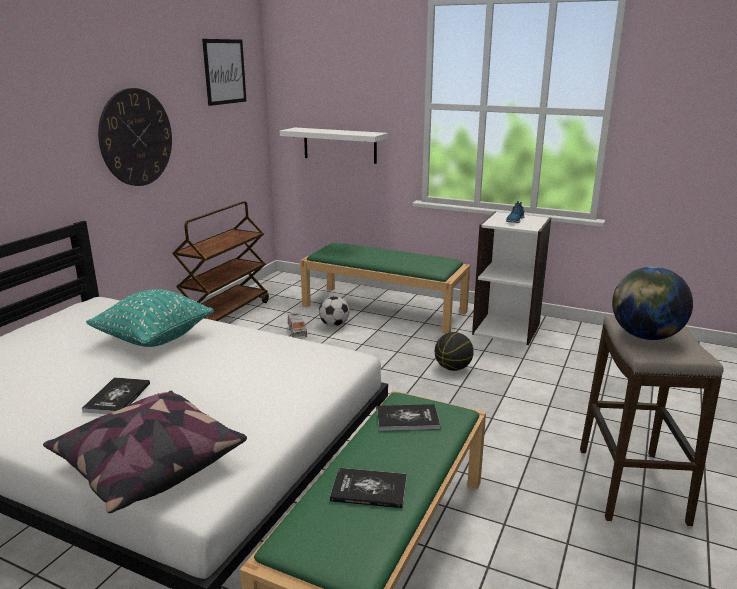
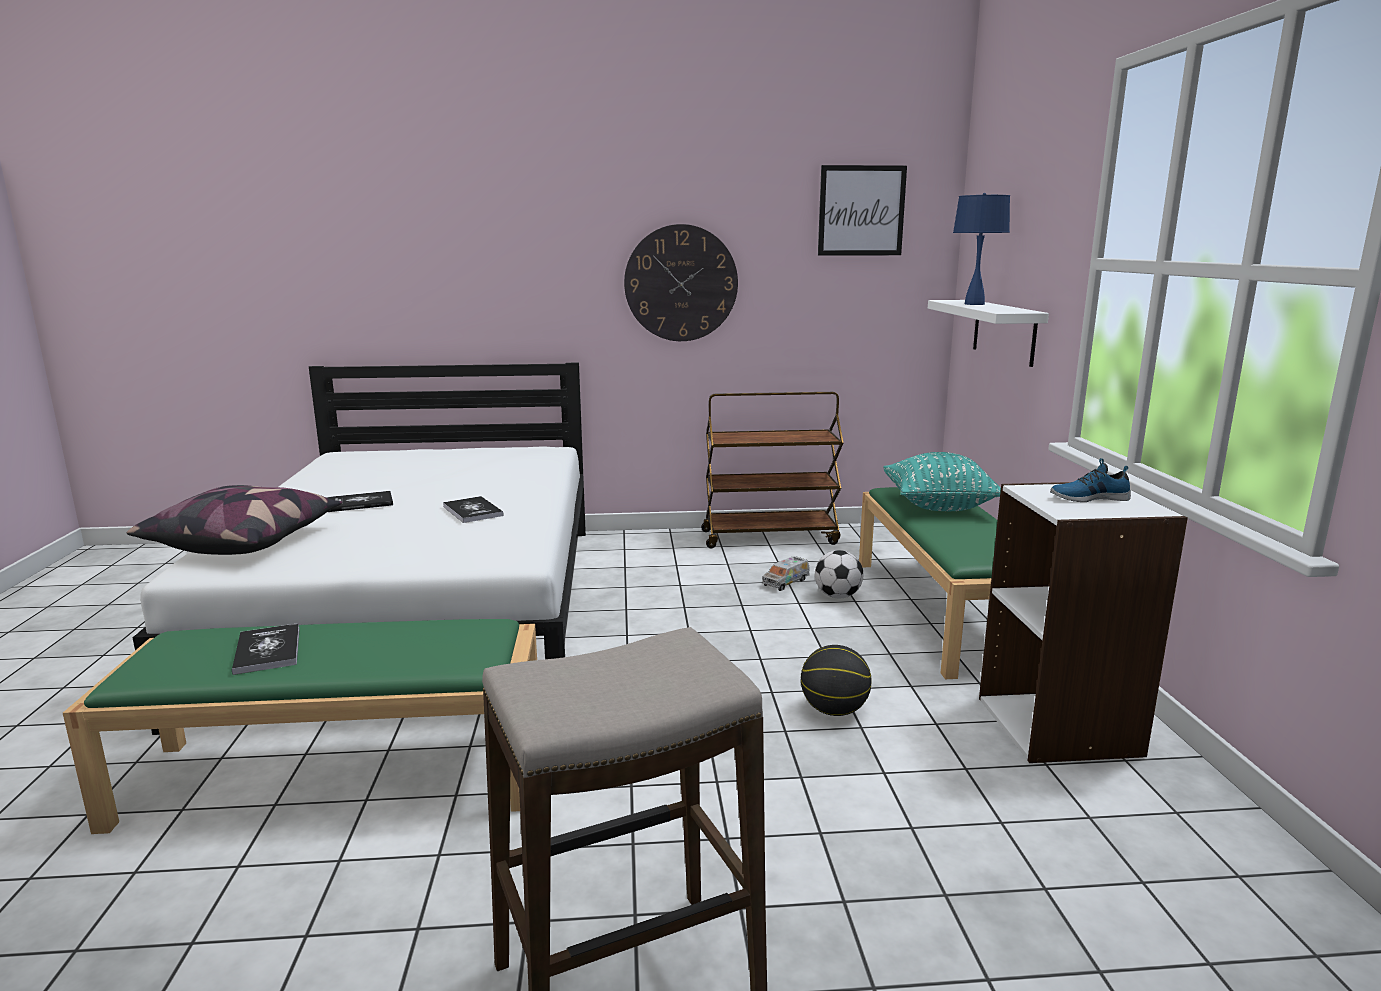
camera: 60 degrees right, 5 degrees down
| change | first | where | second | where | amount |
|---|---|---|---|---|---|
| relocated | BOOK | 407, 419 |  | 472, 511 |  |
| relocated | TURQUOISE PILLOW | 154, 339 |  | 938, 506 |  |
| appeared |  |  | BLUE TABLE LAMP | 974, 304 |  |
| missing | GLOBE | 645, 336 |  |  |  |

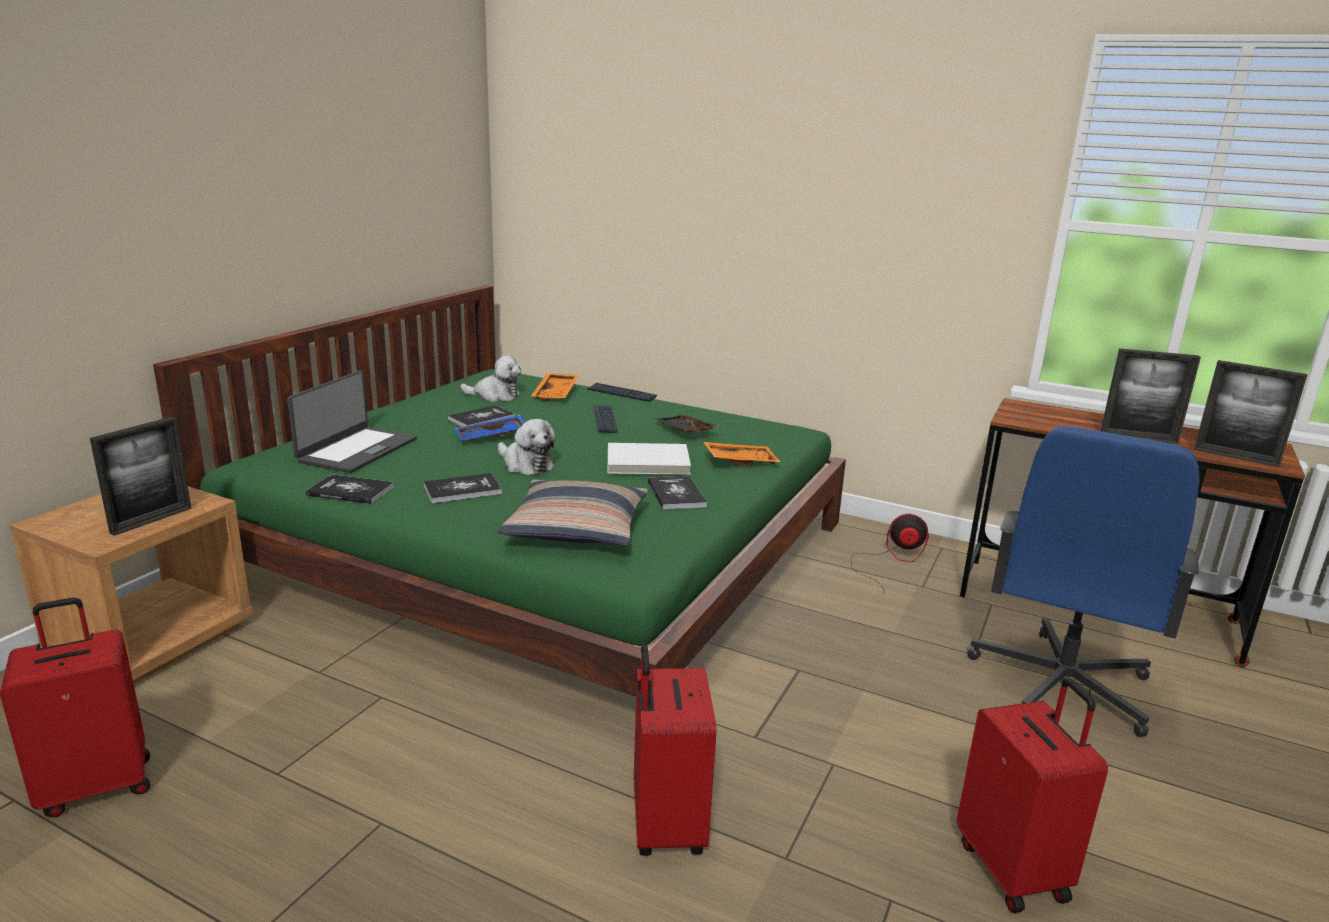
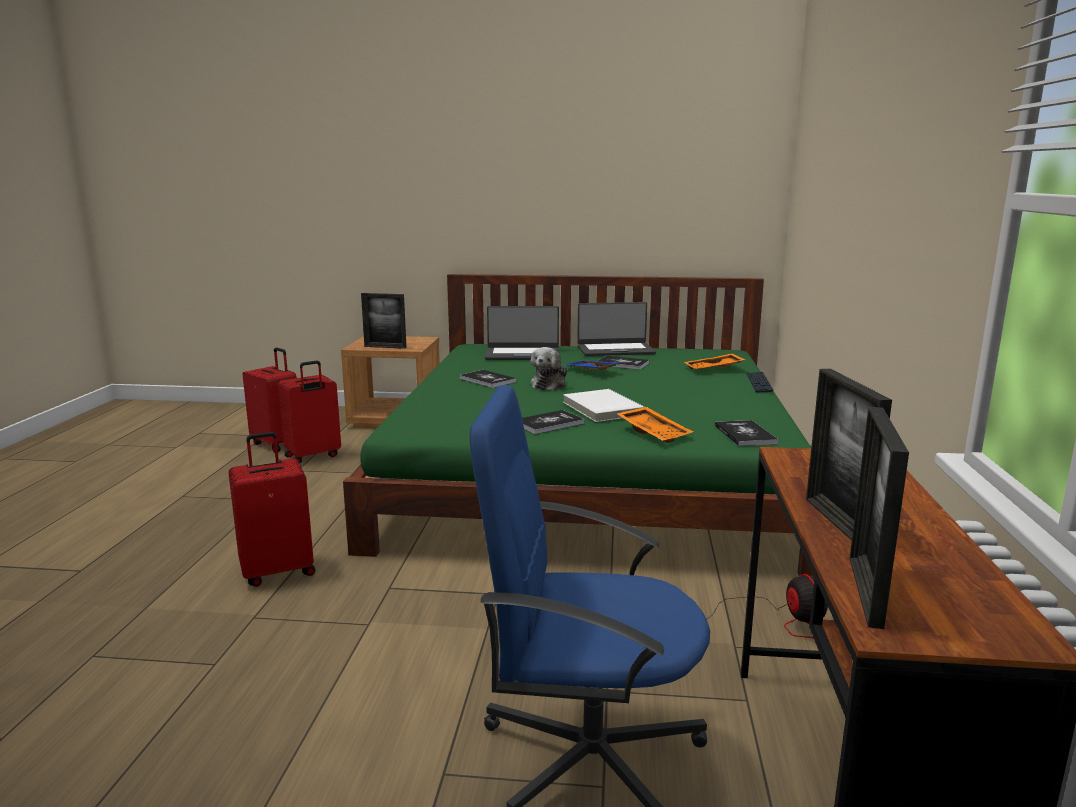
camera: 70 degrees right, 5 degrees down
| change | first | where | second | where | amount |
|---|---|---|---|---|---|
| relocated | RED SUITCASE | 1014, 869 |  | 313, 456 |  |
| appeared |  |  | LAPTOP | 615, 350 |  |
| relocated | BOOK | 350, 491 |  | 745, 434 |  |
| missing | PLUSH TOY | 495, 396 |  |  |  |
| missing | PILLOW | 576, 528 |  |  |  |
| missing | KEYBOARD | 604, 420 |  |  |  |
| missing | BLACK TRAY | 684, 431 |  |  |  |

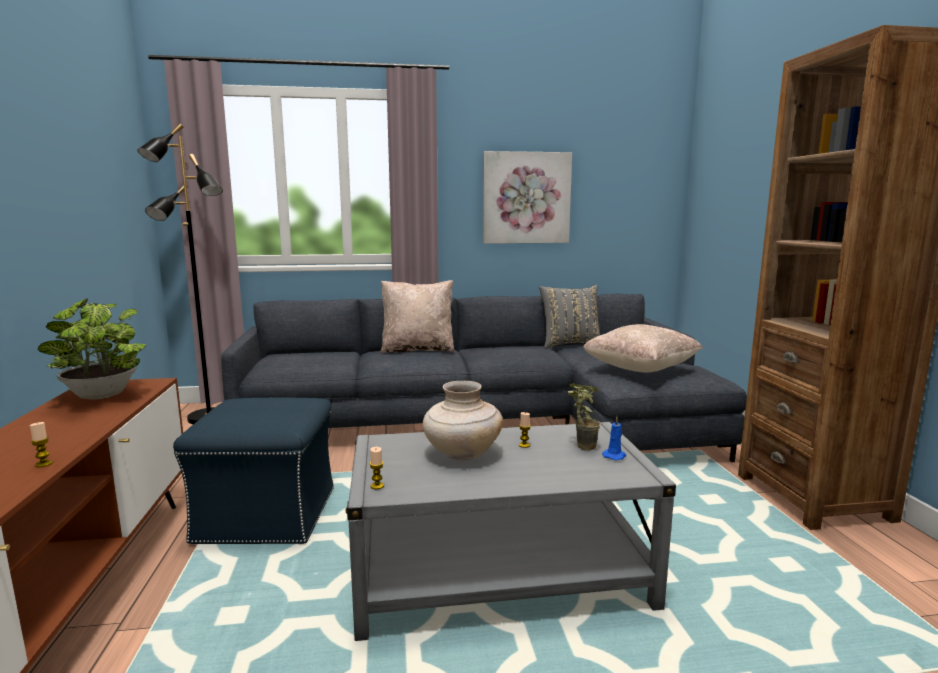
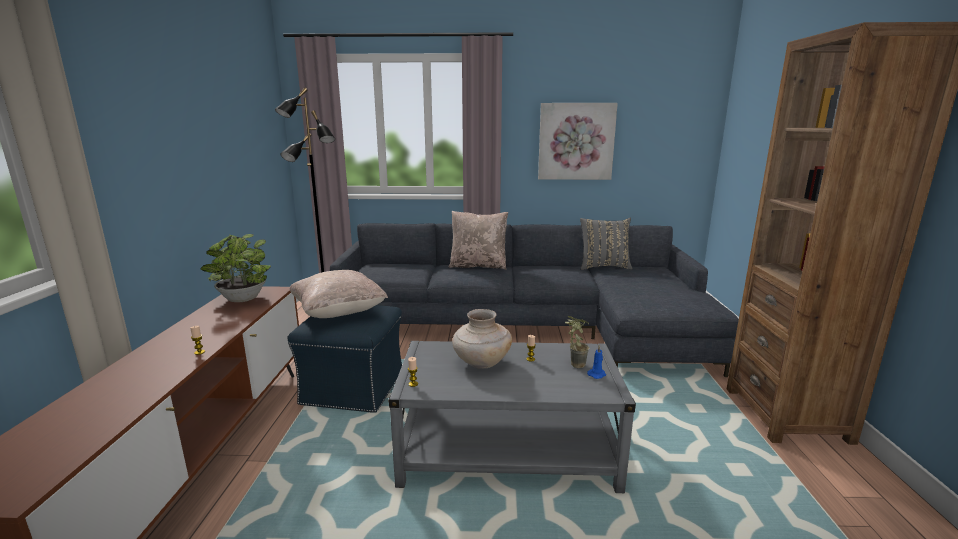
camera: 10 degrees right, 5 degrees up
| change | first | where | second | where | amount |
|---|---|---|---|---|---|
| relocated | BEIGE PILLOW | 640, 370 |  | 339, 313 |  |

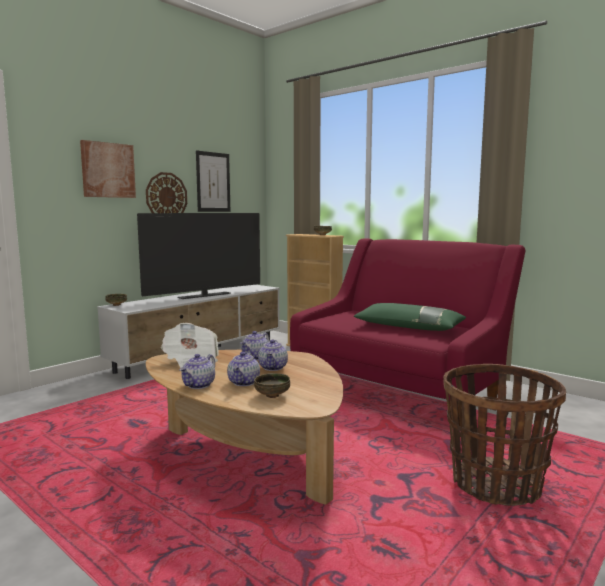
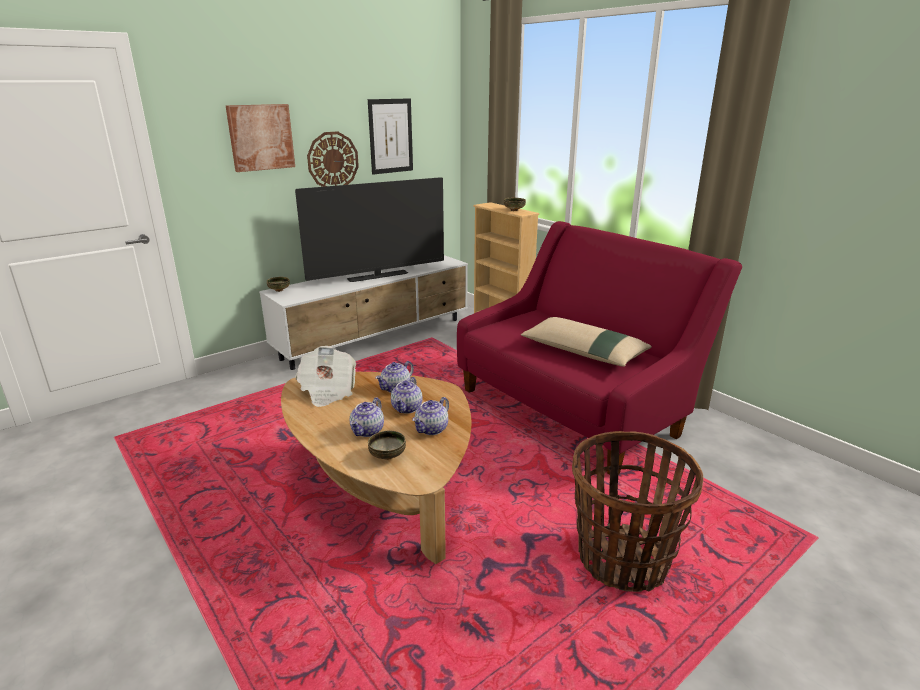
camera: 10 degrees right, 15 degrees up
| change | first | where | second | where | amount |
|---|---|---|---|---|---|
| relocated | TEAPOT | 199, 385 |  | 432, 429 |  |
| colour | GREEN PILLOW | 409, 327 | BEIGE PILLOW | 583, 352 |  |

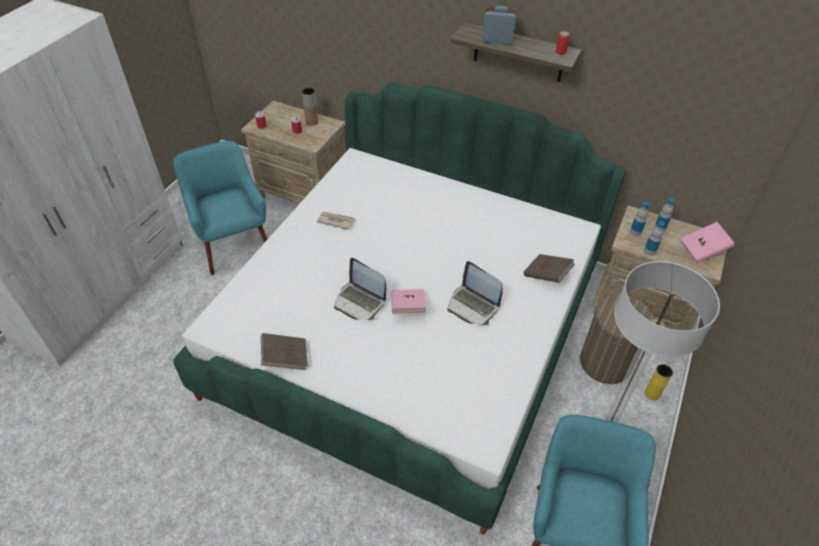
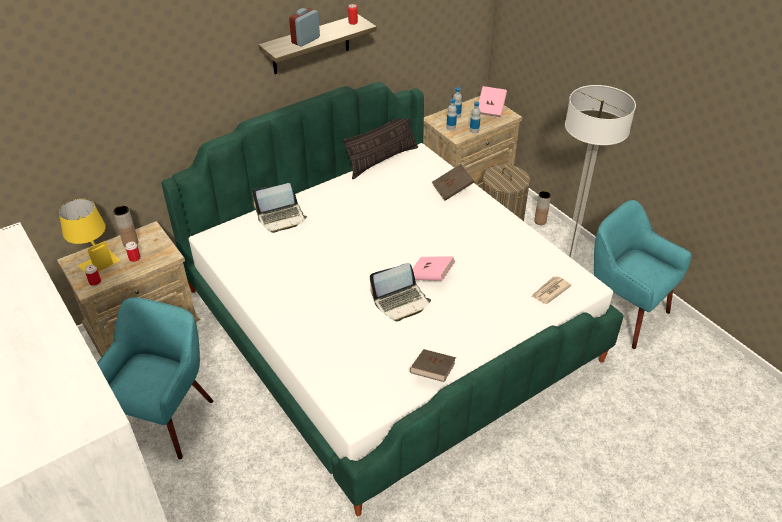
camera: 60 degrees left, 5 degrees down
| change | first | where | second | where | amount |
|---|---|---|---|---|---|
| appeared |  |  | YELLOW TABLE LAMP | 95, 259 |  |
| spun | TURQUOISE ARMCHAIR | 234, 245 |  | 165, 418 | 105 degrees clockwise |
| relocated | LAPTOP | 473, 305 |  | 281, 218 |  |
| appeared |  |  | PILLOW | 382, 160 |  |
| relocated | NEWSPAPER | 336, 221 |  | 550, 291 |  |
| colour | YELLOW VASE | 652, 394 | BROWN VASE | 540, 221 |  |

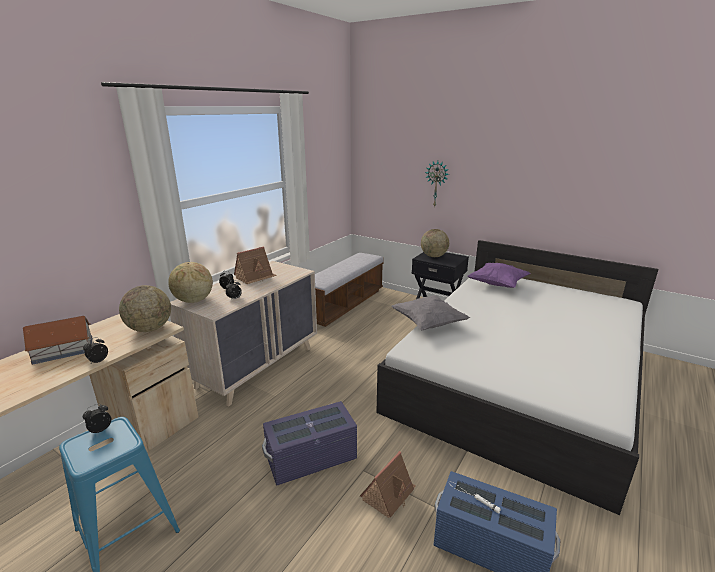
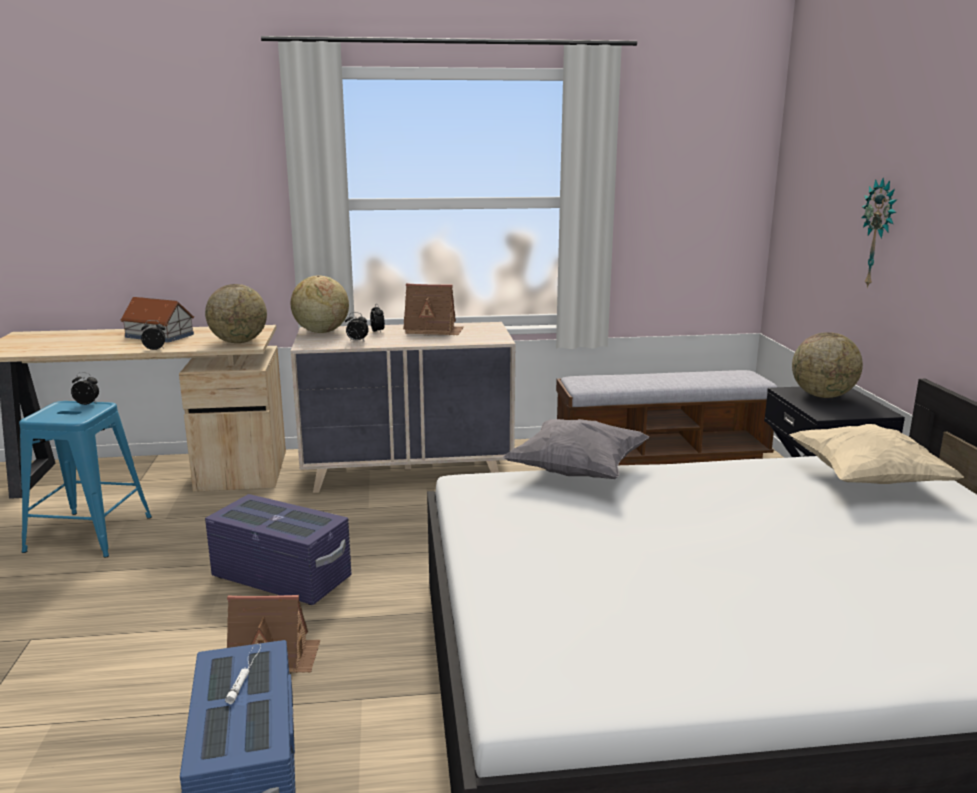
camera: 50 degrees right, 5 degrees down
| change | first | where | second | where | amount |
|---|---|---|---|---|---|
| colour | PURPLE PILLOW | 497, 285 | BEIGE PILLOW | 867, 480 |  |

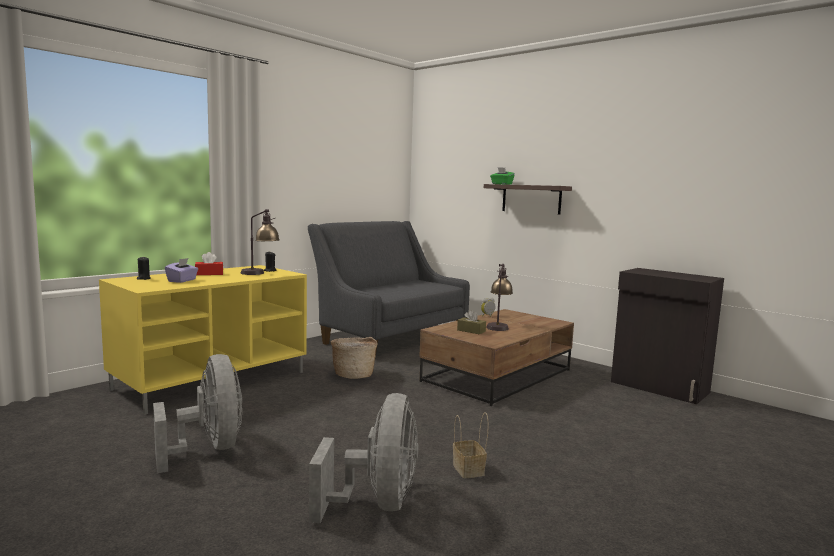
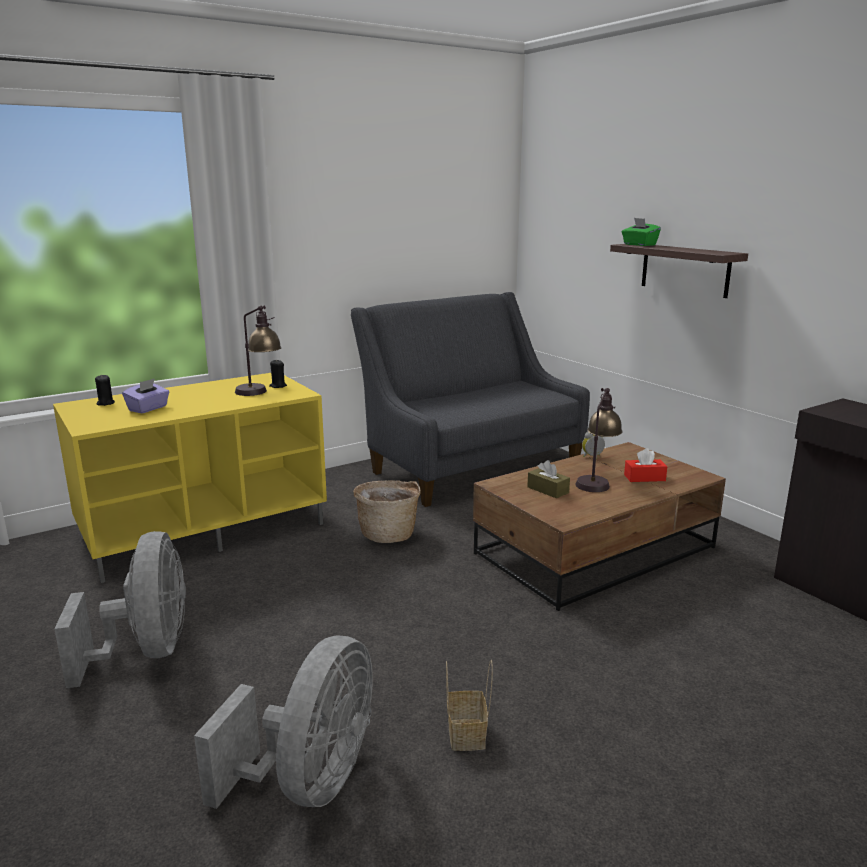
camera: 15 degrees right, 10 degrees up
| change | first | where | second | where | amount |
|---|---|---|---|---|---|
| relocated | RED TISSUE BOX | 209, 274 |  | 644, 478 |  |

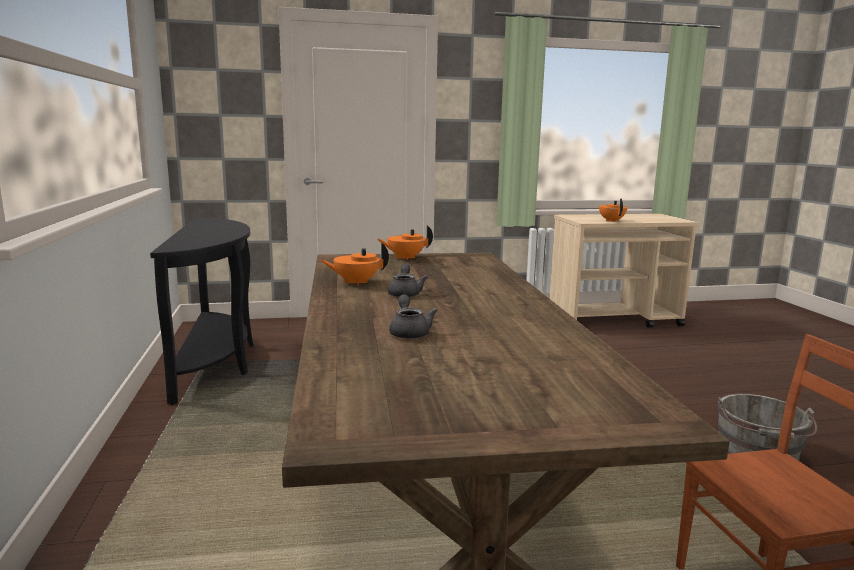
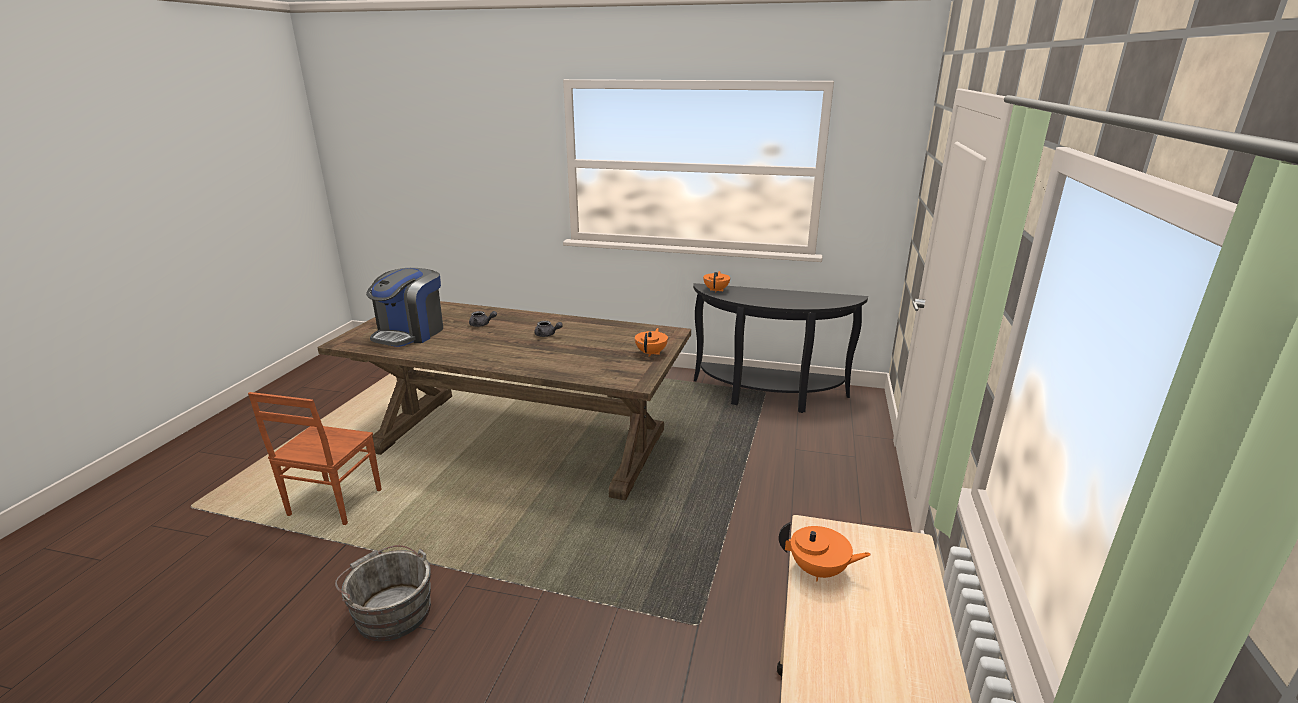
camera: 115 degrees right, 10 degrees up
| change | first | where | second | where | amount |
|---|---|---|---|---|---|
| appeared |  |  | COFFEE MACHINE | 410, 333 |  |
| relocated | ORANGE TEAPOT | 356, 282 |  | 716, 290 |  |

